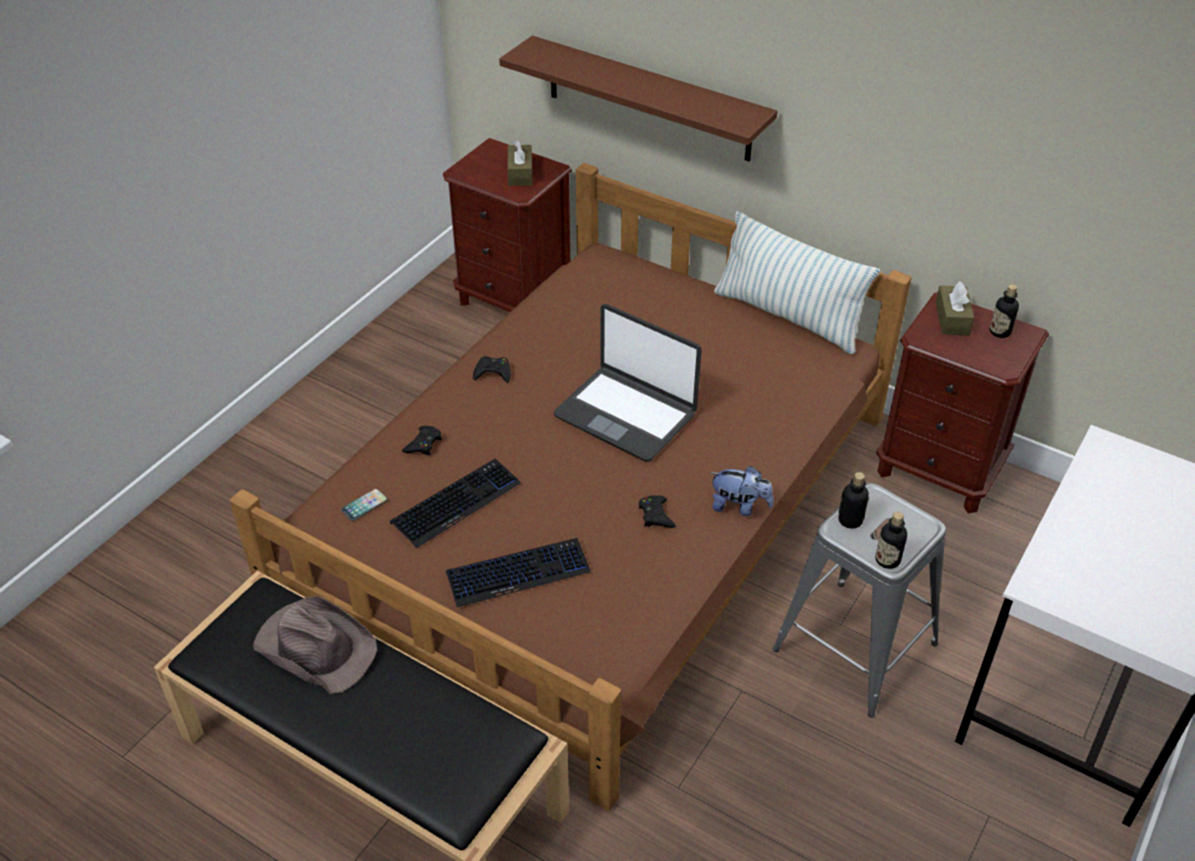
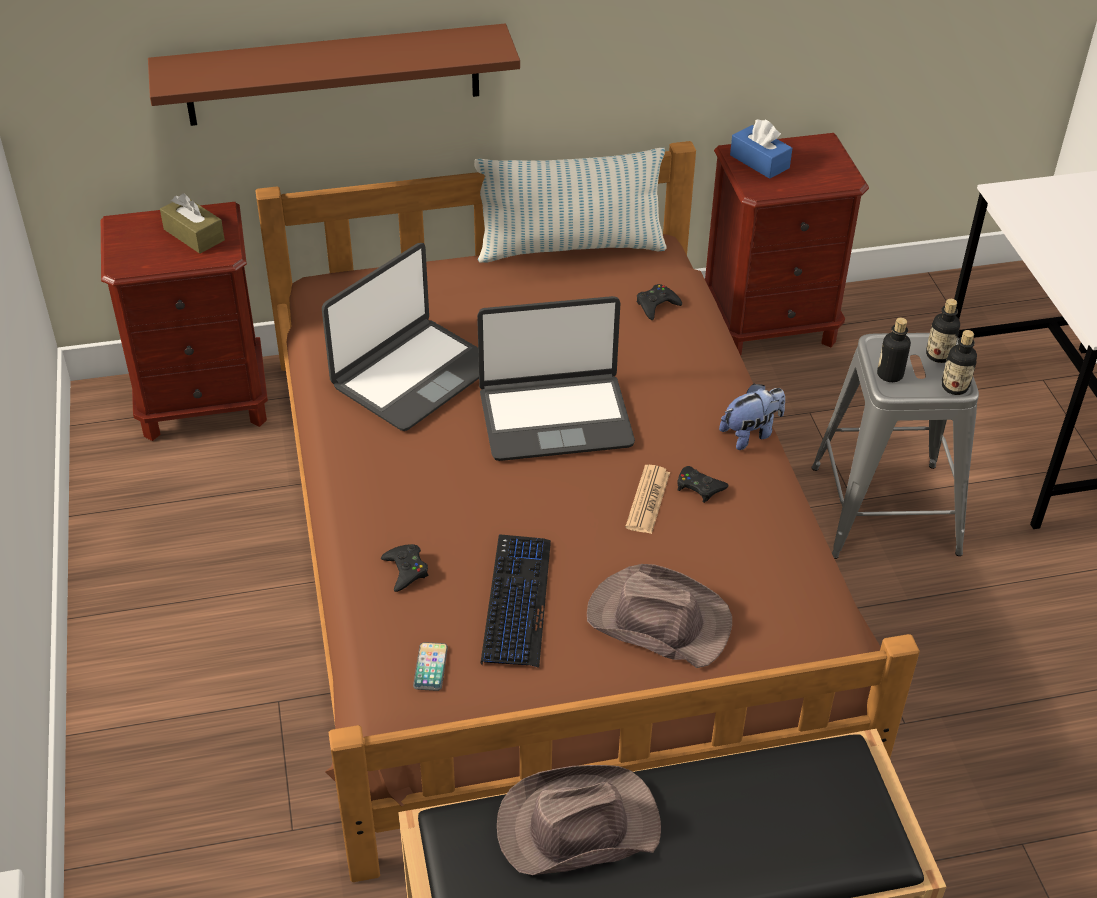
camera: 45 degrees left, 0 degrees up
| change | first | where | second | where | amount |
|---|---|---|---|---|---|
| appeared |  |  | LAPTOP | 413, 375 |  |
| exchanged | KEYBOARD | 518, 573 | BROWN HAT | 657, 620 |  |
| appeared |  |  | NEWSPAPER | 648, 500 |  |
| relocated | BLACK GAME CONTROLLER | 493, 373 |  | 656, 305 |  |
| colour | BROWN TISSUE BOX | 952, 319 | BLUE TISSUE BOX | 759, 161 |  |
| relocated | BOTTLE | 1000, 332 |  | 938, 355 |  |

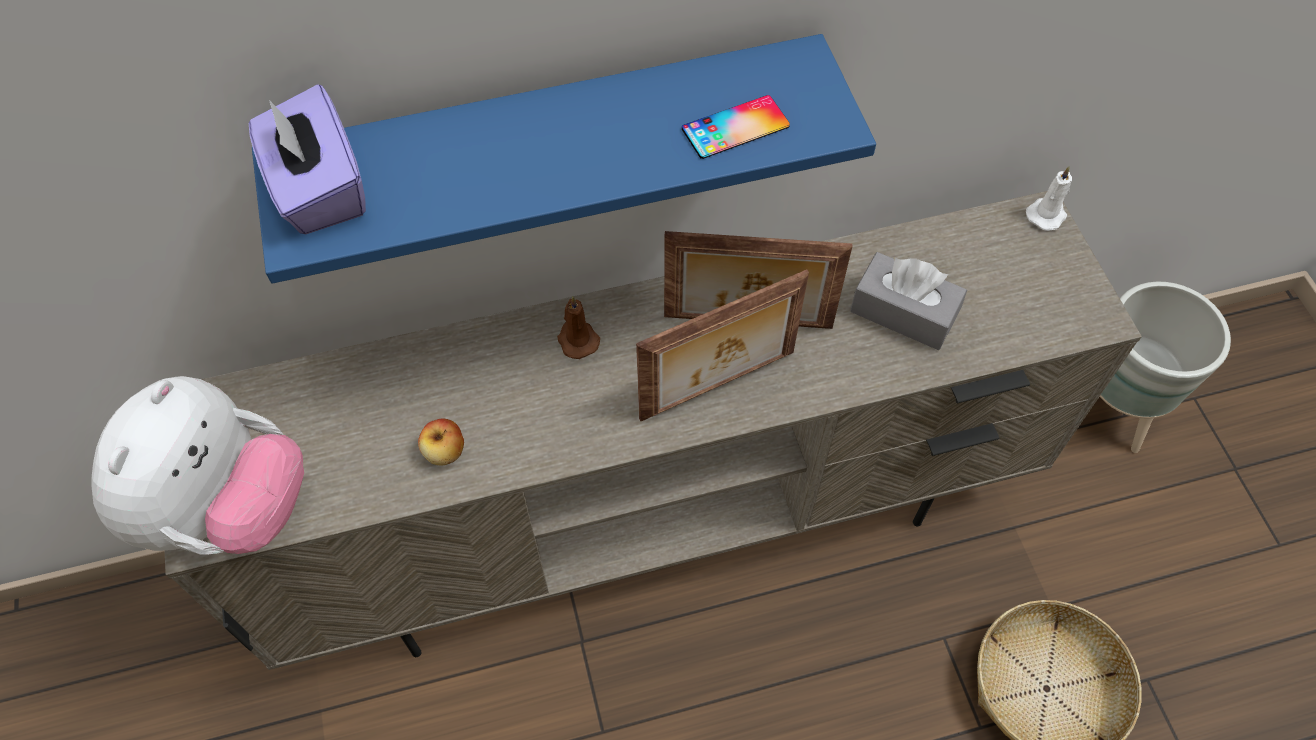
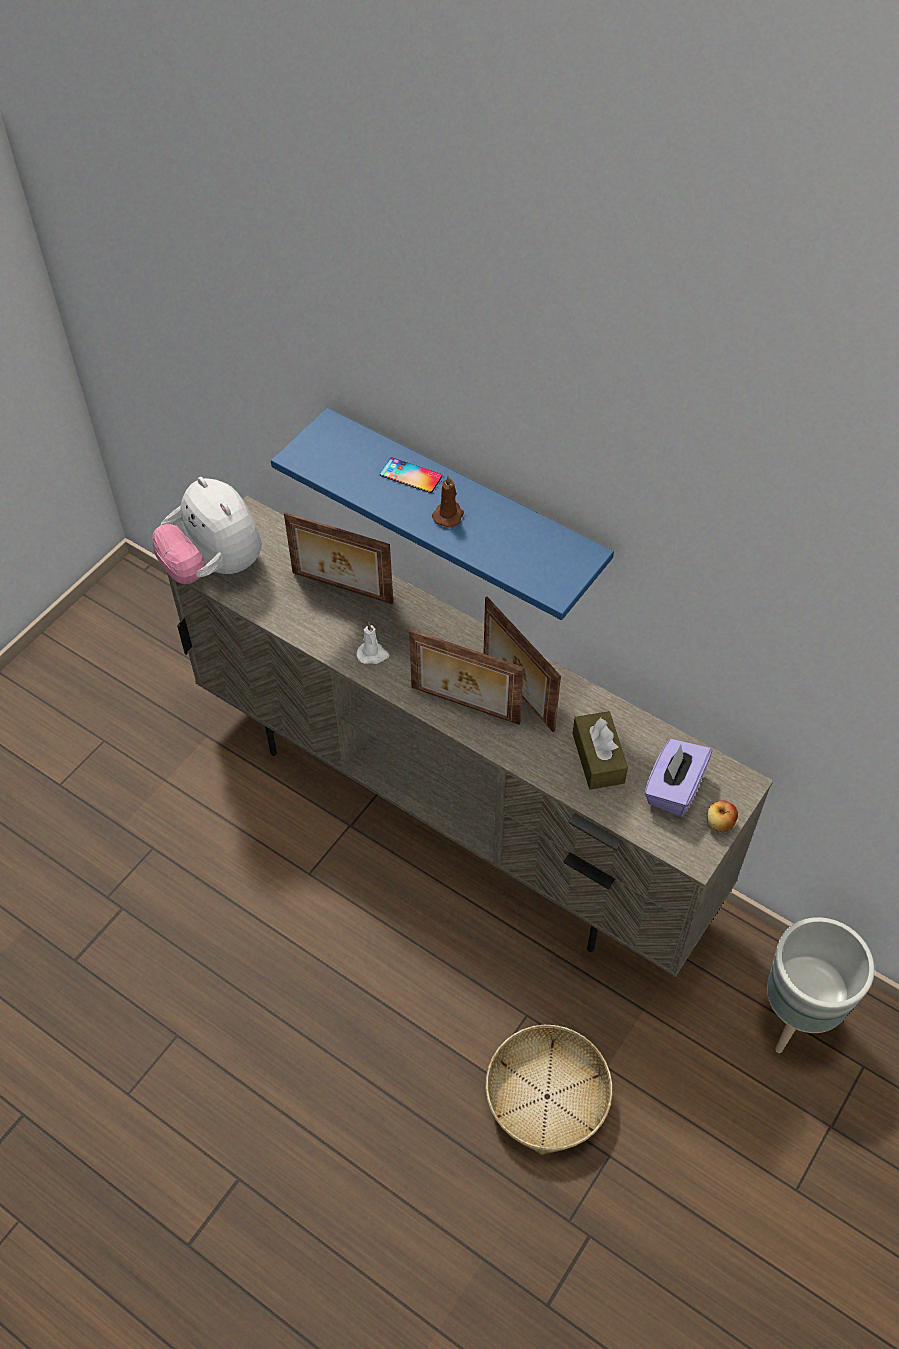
camera: 50 degrees right, 5 degrees down
| change | first | where | second | where | amount |
|---|---|---|---|---|---|
| spun | PLUSH TOY | 227, 509 |  | 214, 567 | 75 degrees clockwise |
| appeared |  |  | PICTURE FRAME | 341, 589 |  |
| relocated | WHITE CANDLE | 1047, 214 |  | 373, 654 |  |
| relocated | PHONE | 735, 127 |  | 411, 475 |  |
| relocated | BROWN CANDLE | 577, 339 |  | 449, 515 |  |
| colour | GREY TISSUE BOX | 903, 312 | BROWN TISSUE BOX | 598, 758 |  |
| relocated | PURPLE TISSUE BOX | 318, 190 |  | 673, 788 |  |
| relocated | APPLE | 445, 452 |  | 719, 823 |  |

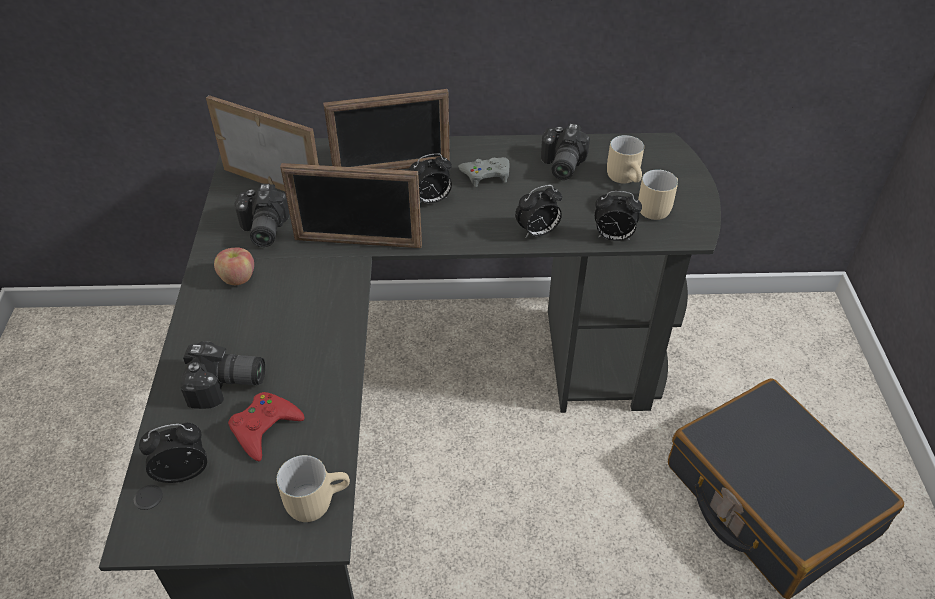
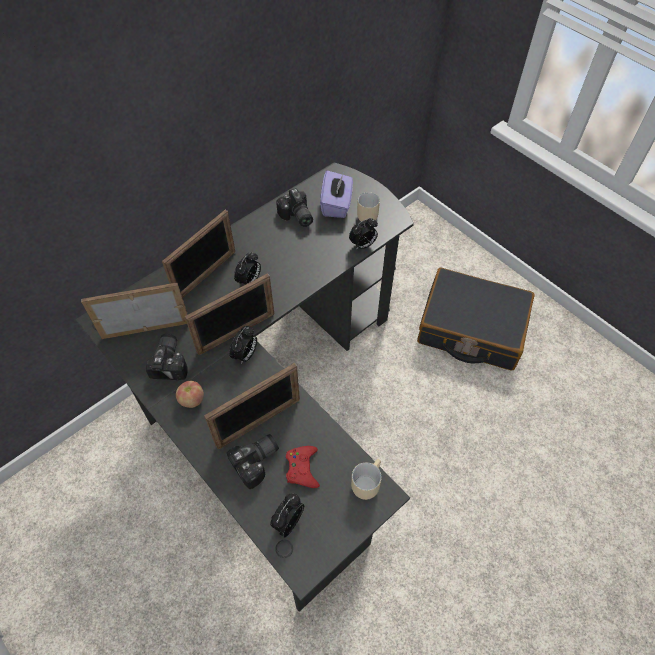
camera: 40 degrees left, 10 degrees up
| change | first | where | second | where | amount |
|---|---|---|---|---|---|
| spun | PHOTO CAMERA | 262, 230 |  | 171, 362 | 135 degrees counterclockwise |
| appeared |  |  | PICTURE FRAME | 259, 422 |  |
| relocated | ALARM CLOCK | 537, 232 |  | 245, 355 |  |
| exchanged | BEIGE MUG | 627, 177 | PURPLE TISSUE BOX | 336, 205 |  |
| missing | GREY GAME CONTROLLER | 486, 175 |  |  |  |

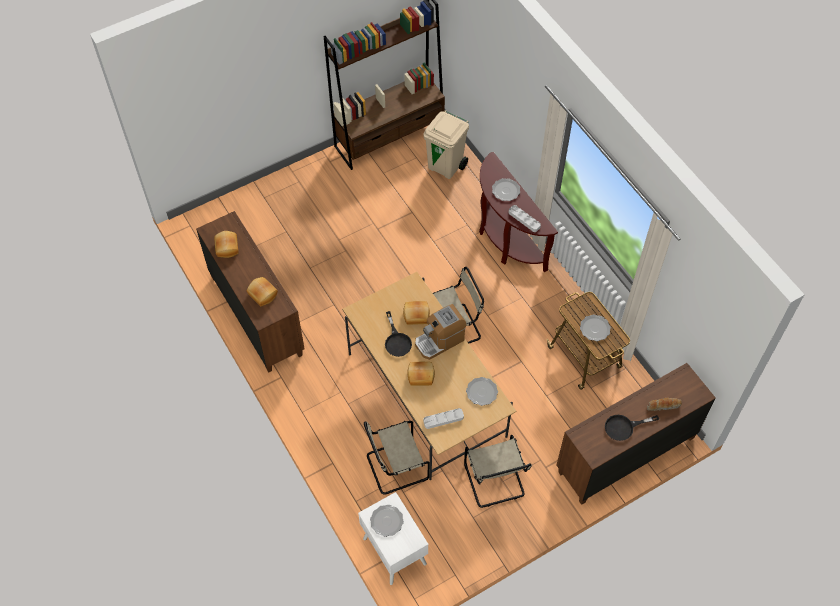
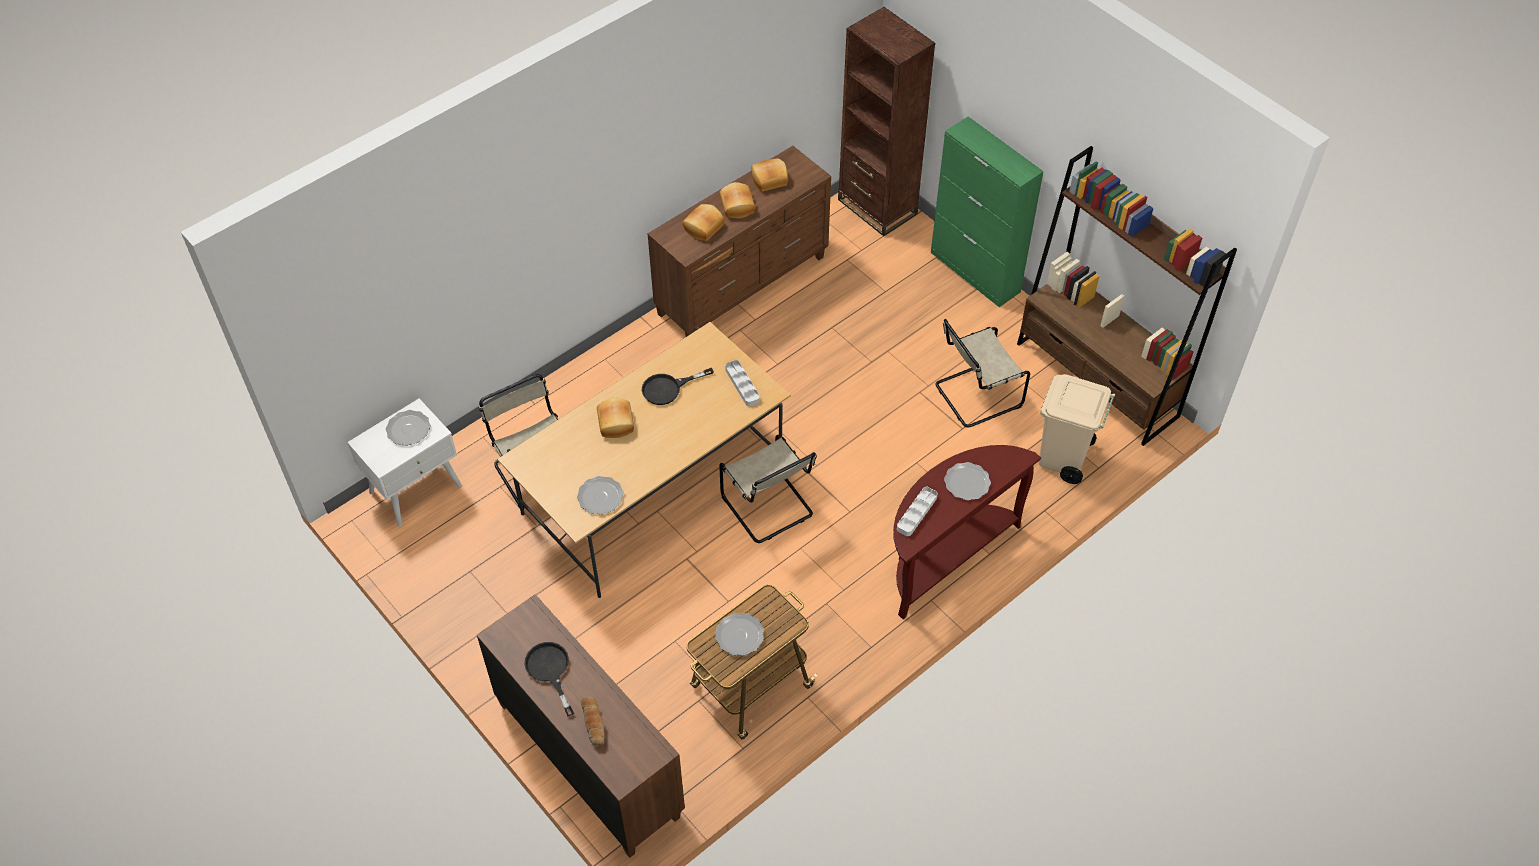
camera: 80 degrees right, 5 degrees down
| change | first | where | second | where | amount |
|---|---|---|---|---|---|
| relocated | BREAD | 416, 316 |  | 736, 206 |  |
| relocated | GREY TRAY | 443, 419 |  | 742, 385 |  |
| appeared |  |  | BROWN BOOKCASE | 877, 207 |  |
| appeared |  |  | GREEN CABINET | 975, 272 |  |
| relocated | BEIGE CHAIR | 495, 482 |  | 975, 396 |  |
| missing | COFFEE MACHINE | 439, 340 |  |  |  |

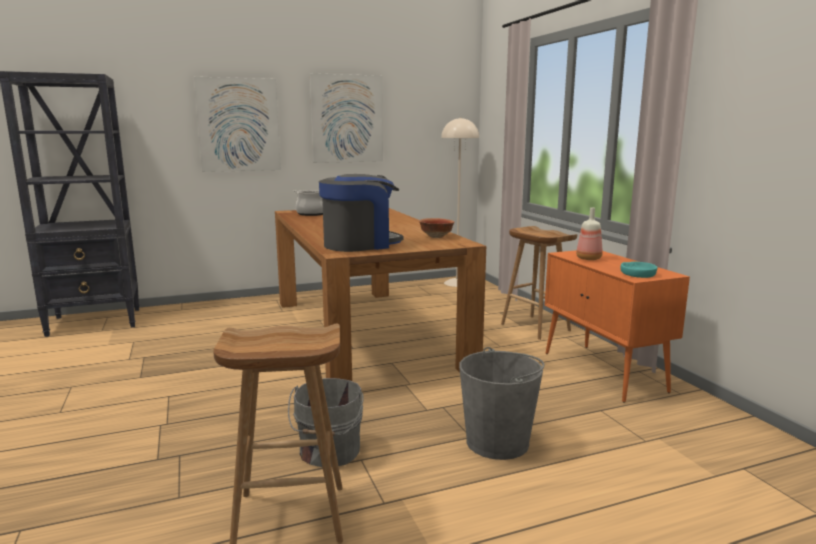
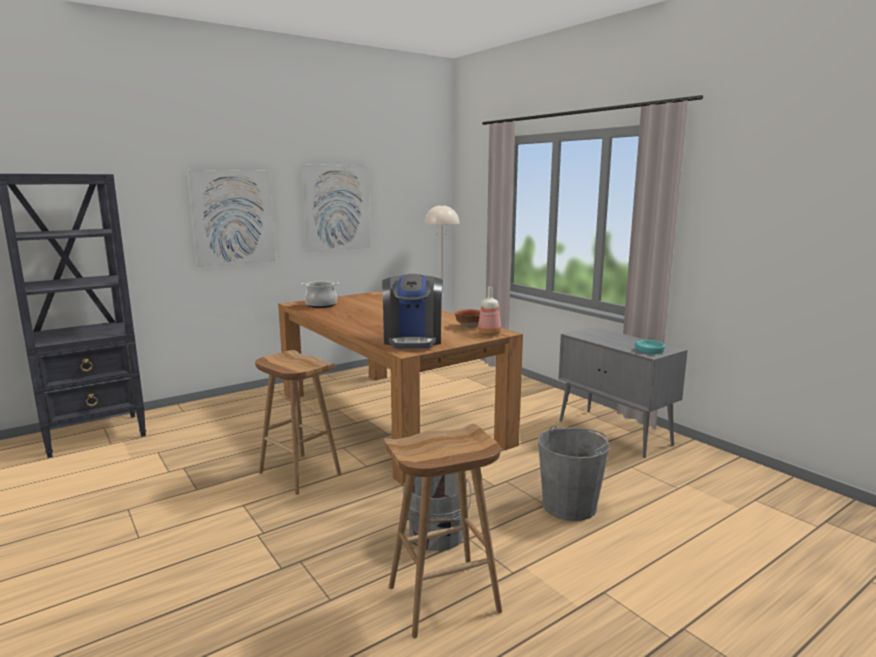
camera: 15 degrees left, 0 degrees up
| change | first | where | second | where | amount |
|---|---|---|---|---|---|
| relocated | BROWN STOOL | 534, 327 |  | 298, 473 |  |
| spun | COFFEE MACHINE | 360, 244 |  | 413, 340 | 135 degrees clockwise |
| relocated | BOTTLE | 589, 258 |  | 490, 333 |  |
| colour | ORANGE CABINET | 604, 372 | GREY CABINET | 614, 433 |  |

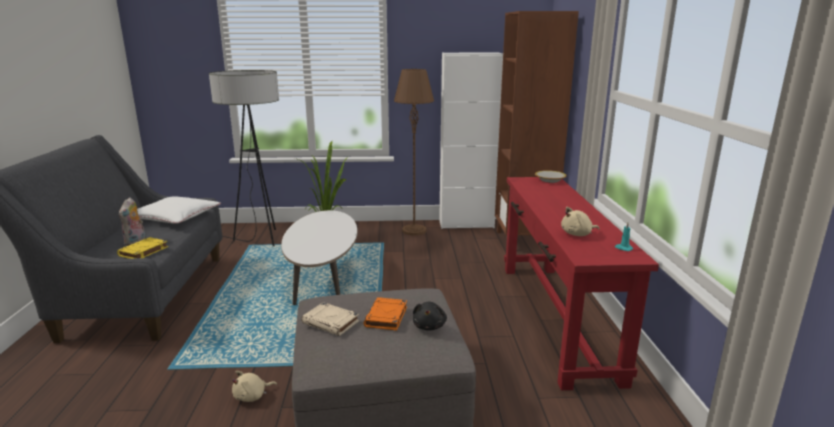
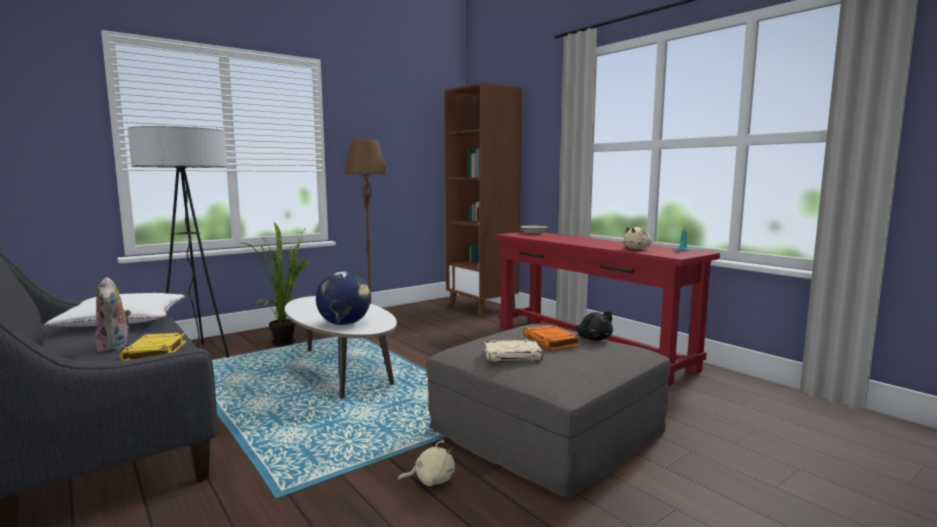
camera: 35 degrees left, 10 degrees down
| change | first | where | second | where | amount |
|---|---|---|---|---|---|
| appeared |  |  | GLOBE | 344, 324 |  |
| spun | BEIGE PLUSH TOY | 252, 396 |  | 431, 480 | 120 degrees counterclockwise |
| missing | WHITE CABINET | 466, 224 |  |  |  |

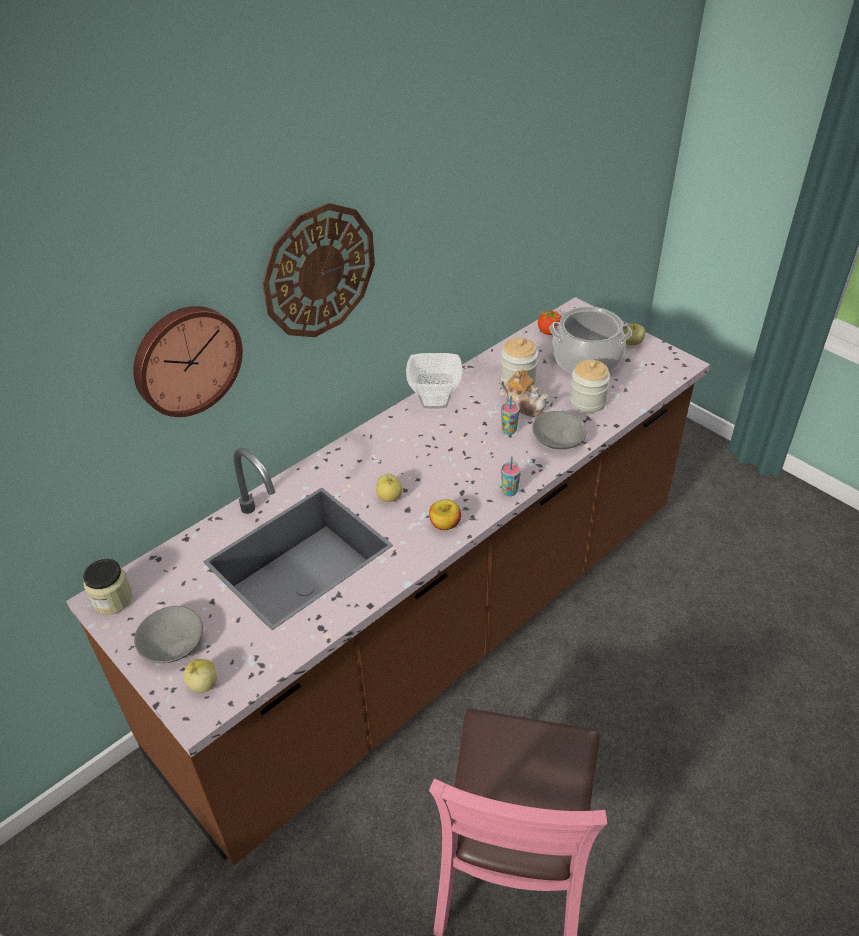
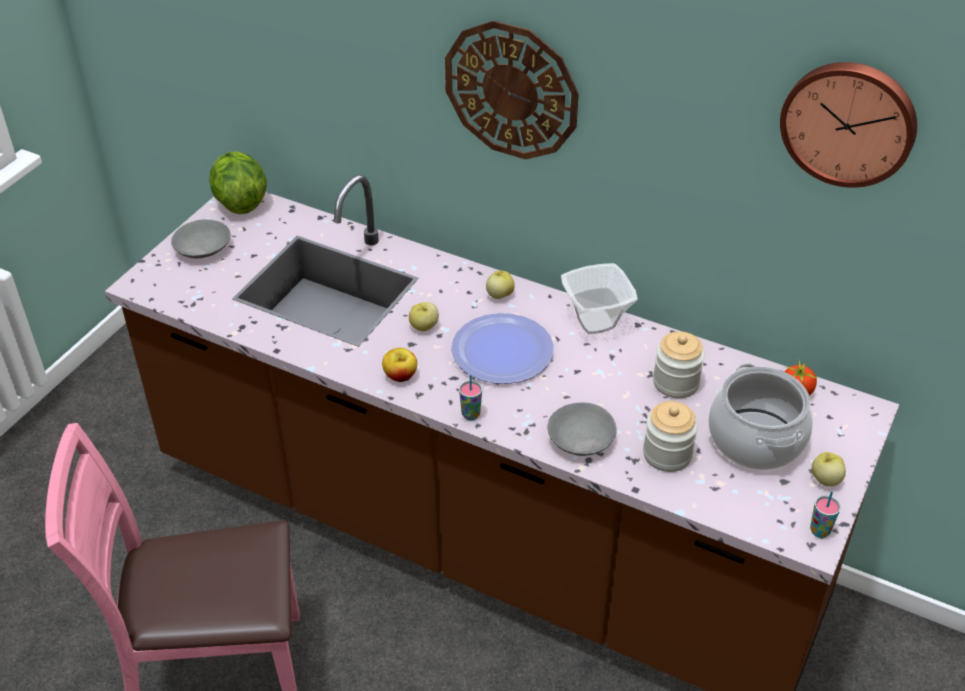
camera: 70 degrees right, 0 degrees up
| change | first | where | second | where | amount |
|---|---|---|---|---|---|
| exchanged | JAR | 112, 599 | LETTUCE | 239, 202 |  |
| appeared |  |  | PLATE | 502, 351 |  |
| relocated | APPLE | 203, 684 |  | 499, 295 |  |
| relocated | WALL CLOCK | 186, 359 |  | 849, 122 |  |
| relocated | CUP | 509, 430 |  | 819, 531 |  |
| missing | TEAPOT | 524, 405 |  |  |  |

